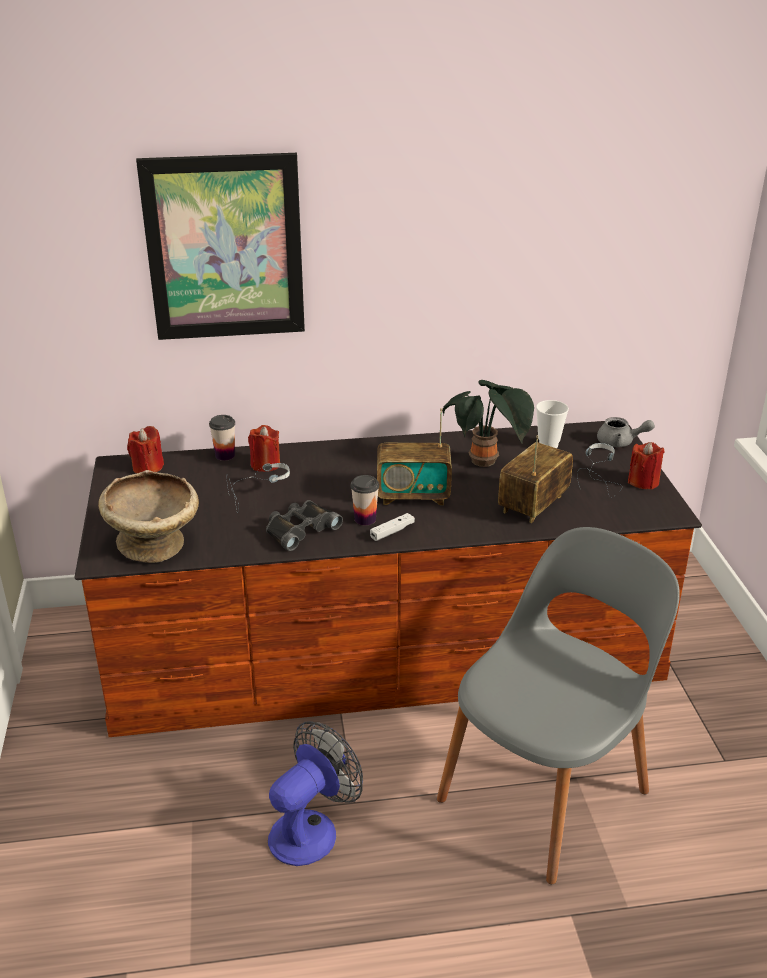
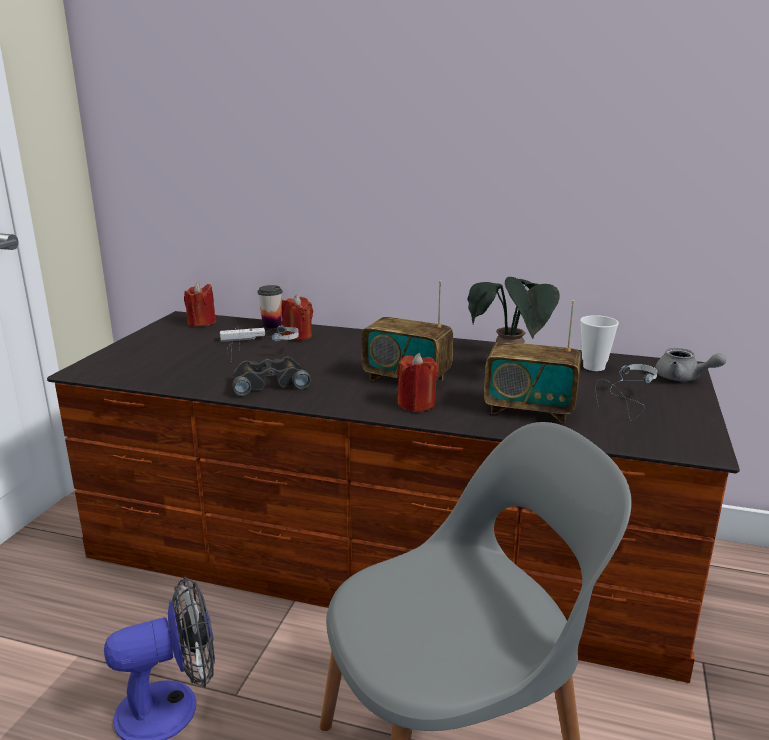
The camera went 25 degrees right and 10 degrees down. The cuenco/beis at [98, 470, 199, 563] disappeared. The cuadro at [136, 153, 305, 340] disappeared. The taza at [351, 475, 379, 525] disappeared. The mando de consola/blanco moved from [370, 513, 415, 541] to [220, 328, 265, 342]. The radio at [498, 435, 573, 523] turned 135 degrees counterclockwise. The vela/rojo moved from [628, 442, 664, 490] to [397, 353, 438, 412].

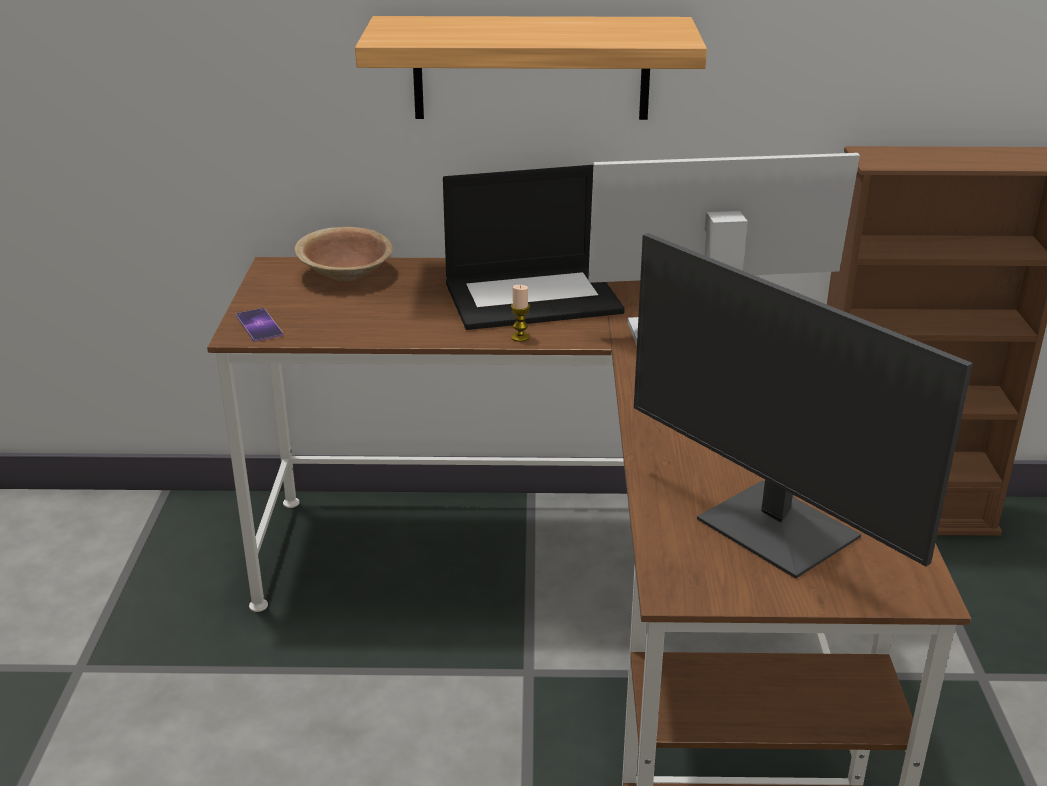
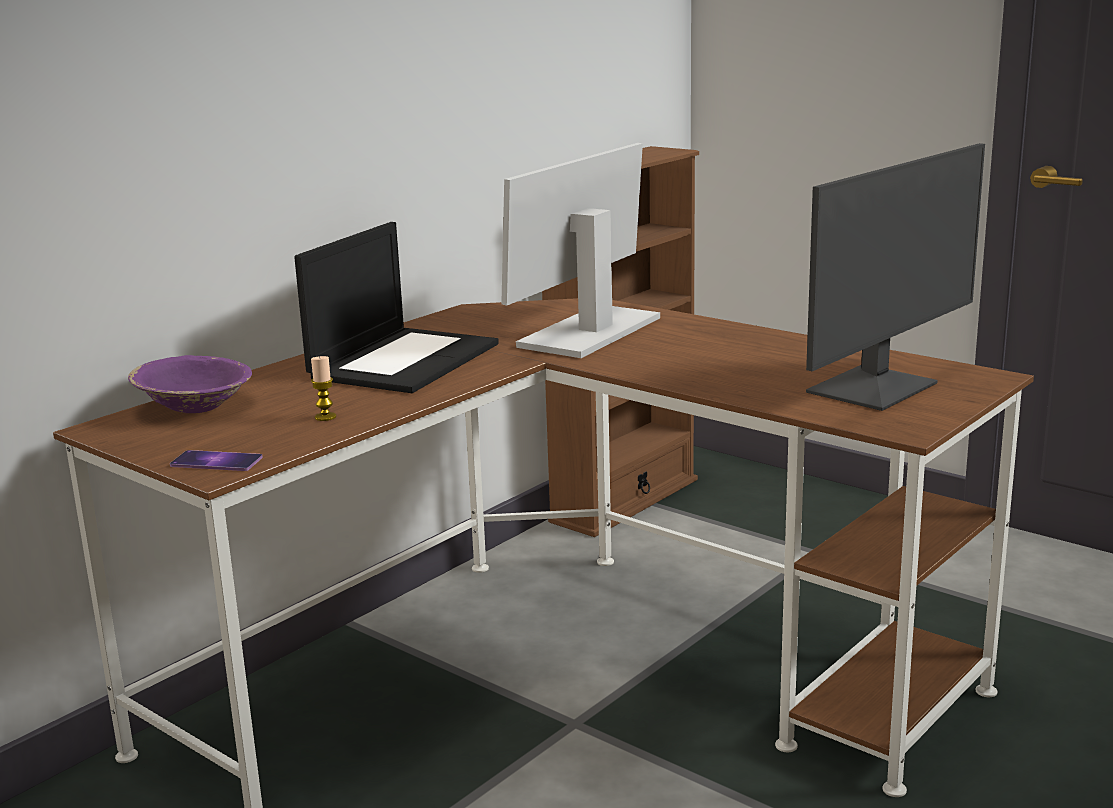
The camera went 50 degrees left and 10 degrees down. The cuenco/marrón at [294, 227, 393, 282] became the cuenco/morado at [128, 355, 252, 413]. The estante at [355, 16, 707, 120] disappeared. The vela moved from [511, 285, 530, 342] to [311, 356, 336, 421]. The monitor at [634, 233, 973, 579] turned 45 degrees counterclockwise.

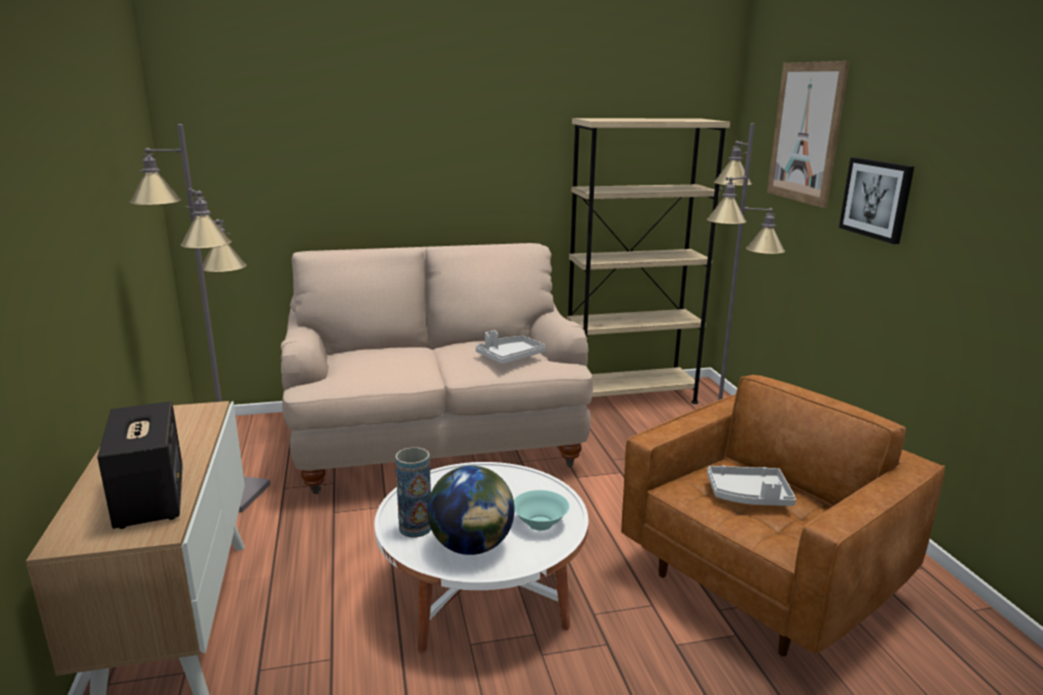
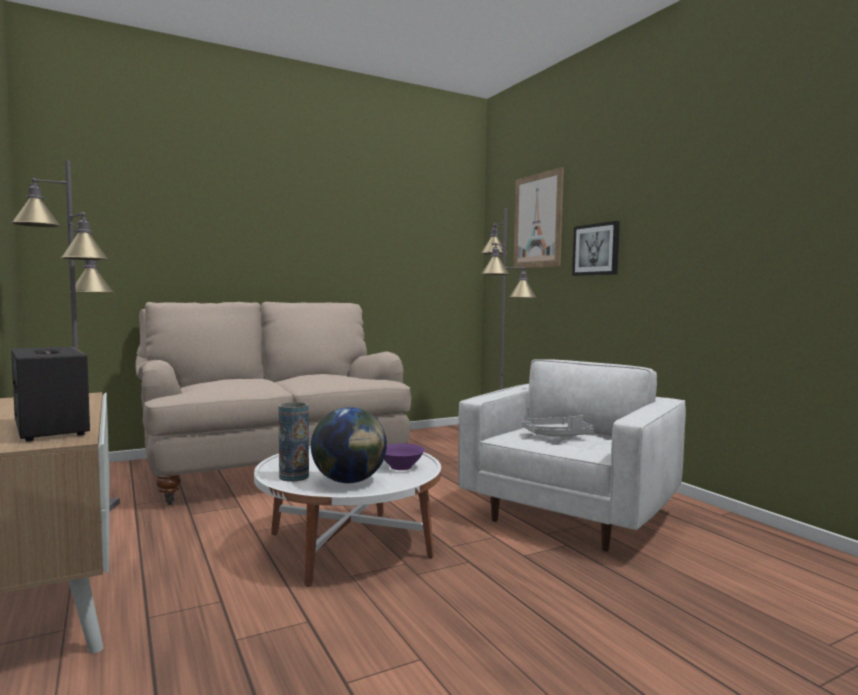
The camera went 15 degrees left and 15 degrees down. The bandeja/gris at [476, 330, 546, 364] disappeared. The cuenco/turquesa at [514, 490, 569, 531] became the cuenco/morado at [384, 443, 425, 470]. The estantería/beis at [567, 118, 730, 404] disappeared. The sillón/marrón at [621, 375, 945, 657] became the sillón/blanco at [458, 359, 686, 552].

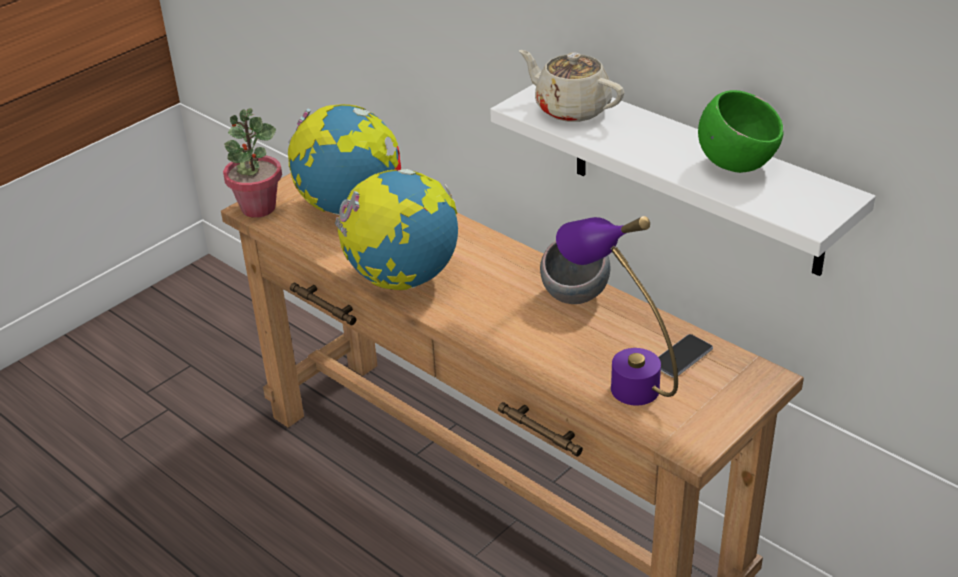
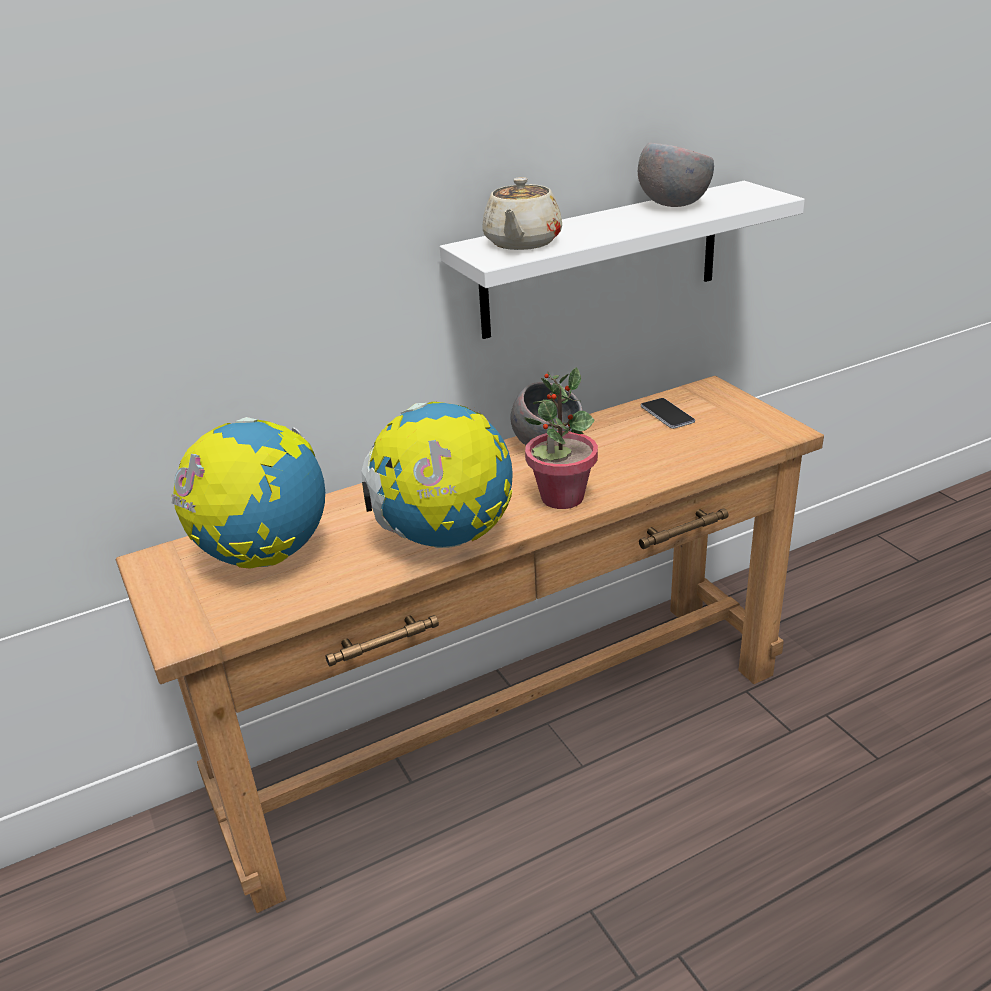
The camera went 70 degrees left and 5 degrees down. The planta en maceta moved from [223, 108, 282, 218] to [524, 368, 598, 509]. The tetera/beis at [519, 50, 624, 122] turned 45 degrees counterclockwise. The lámpara de mesa/morado at [556, 216, 678, 406] disappeared. The cuenco/verde at [698, 90, 783, 173] became the cuenco/gris at [638, 143, 714, 207].

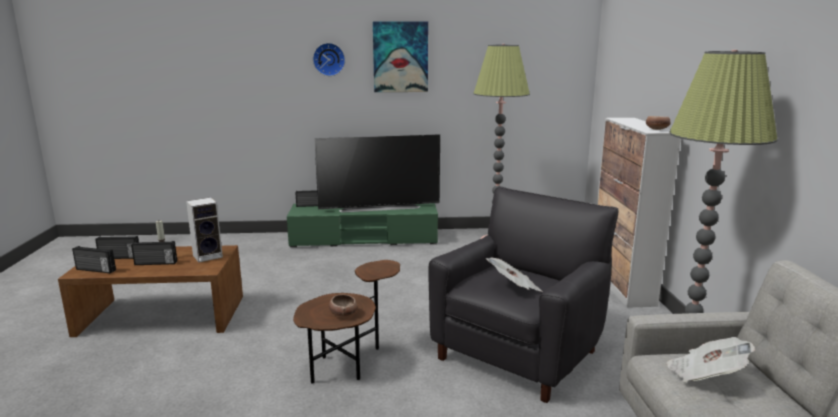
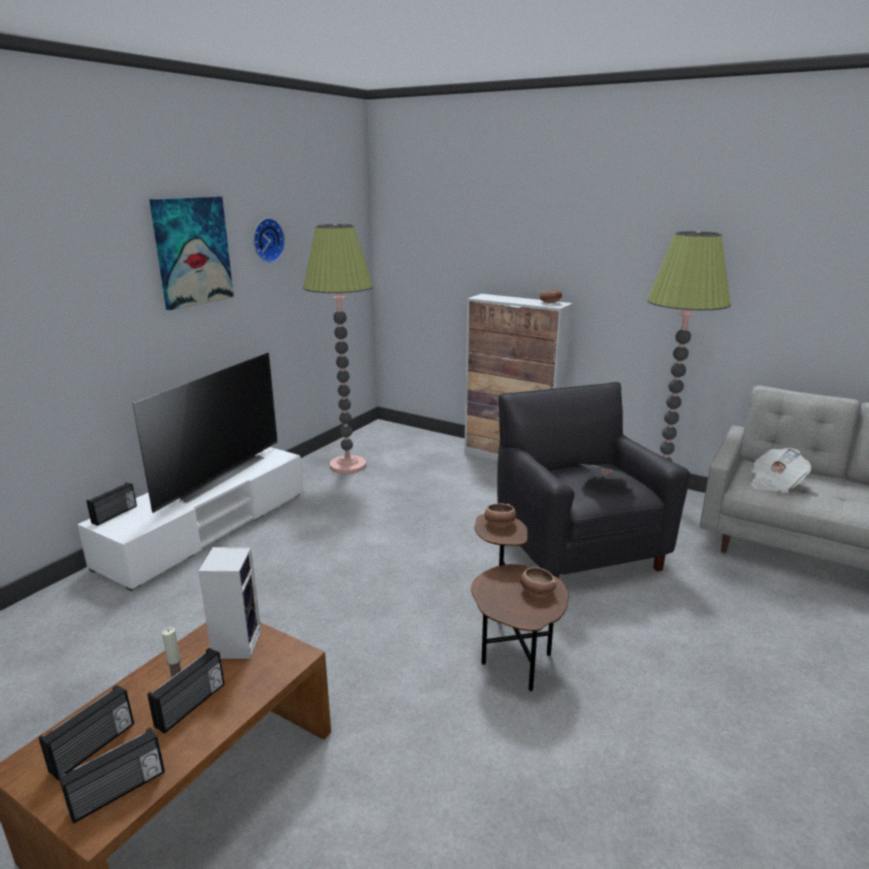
The camera went 55 degrees left and 5 degrees up. The mueble de televisión/verde at [287, 203, 438, 247] became the mueble de televisión/blanco at [77, 447, 303, 591]. The reloj de pared moved from [313, 43, 345, 76] to [253, 218, 285, 263]. The cuenco at [485, 503, 516, 526] appeared.

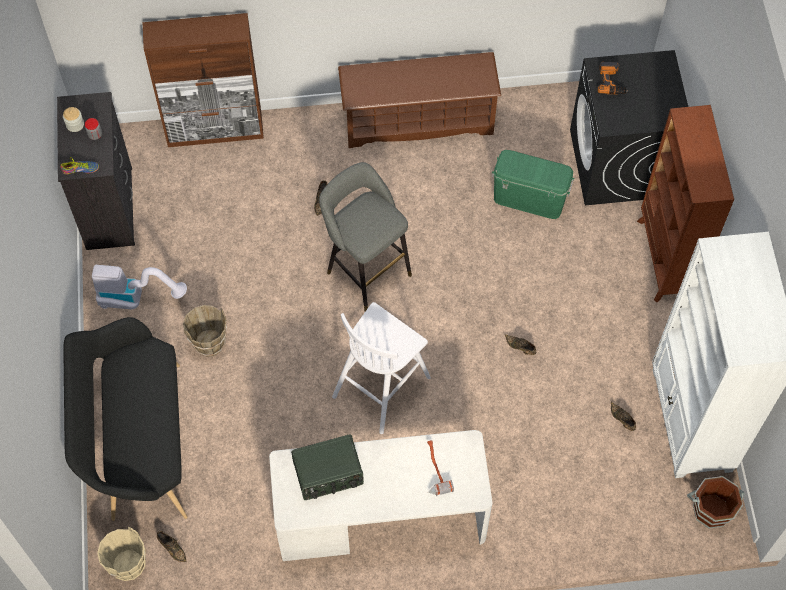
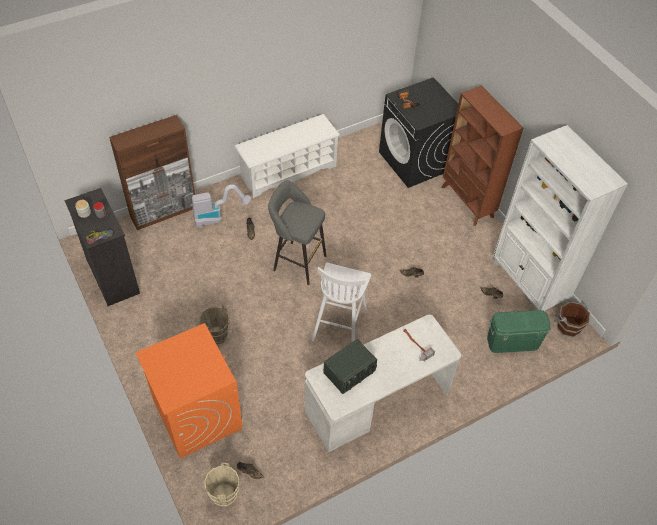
The camera went 25 degrees left and 10 degrees down. The banco/negro at [63, 317, 188, 521] was replaced by the lavadora/naranja at [135, 323, 243, 458]. The aspiradora moved from [92, 265, 187, 309] to [192, 184, 251, 228]. The zapatero/marrón at [338, 52, 501, 148] became the zapatero/blanco at [235, 114, 340, 198]. The caja de almacenaje/verde moved from [492, 150, 575, 219] to [487, 310, 551, 353].

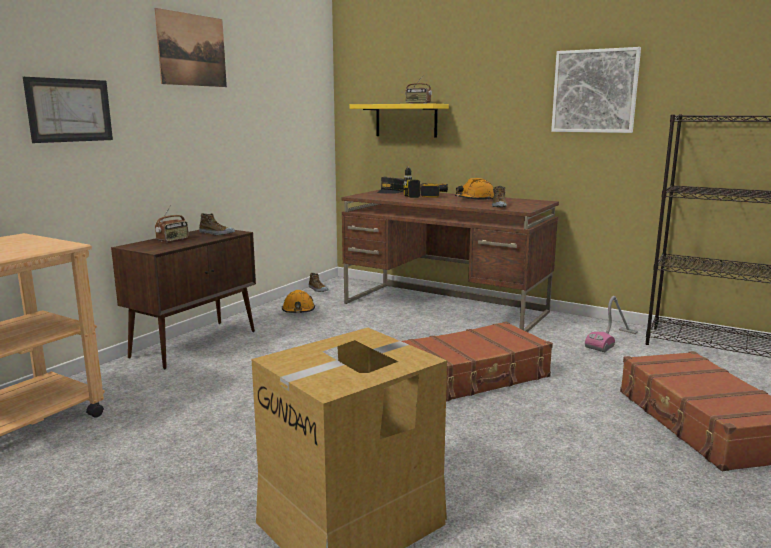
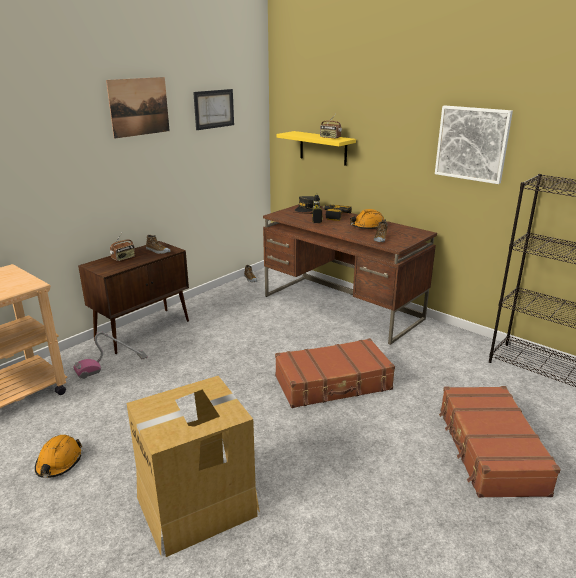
The camera went 10 degrees right and 10 degrees up. The cuadro moved from [23, 77, 113, 143] to [193, 89, 234, 130]. The casco/naranja moved from [282, 290, 315, 313] to [35, 435, 82, 478]. The aspiradora moved from [585, 296, 638, 353] to [73, 331, 148, 379].

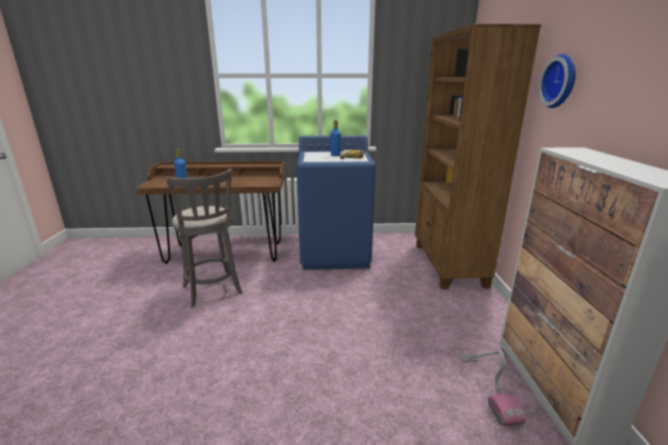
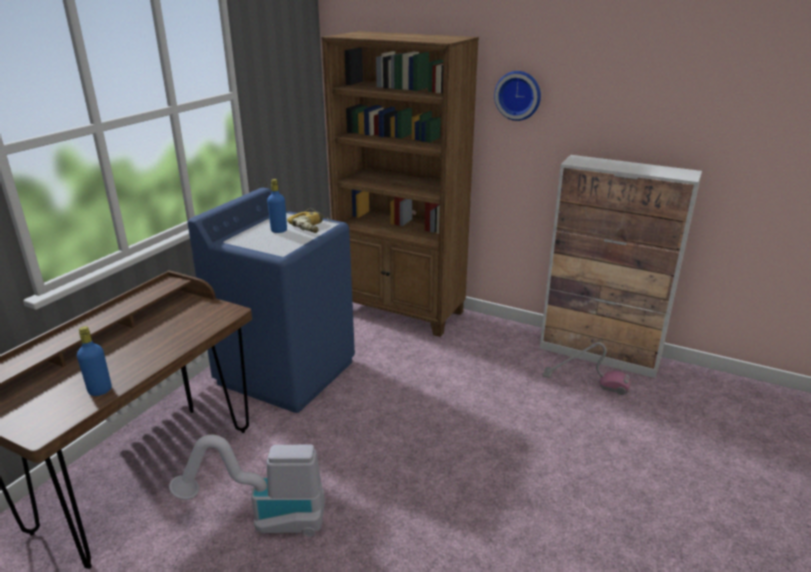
The camera went 60 degrees left and 5 degrees up. The taburete/gris at [166, 168, 242, 308] was replaced by the aspiradora at [169, 435, 325, 537].

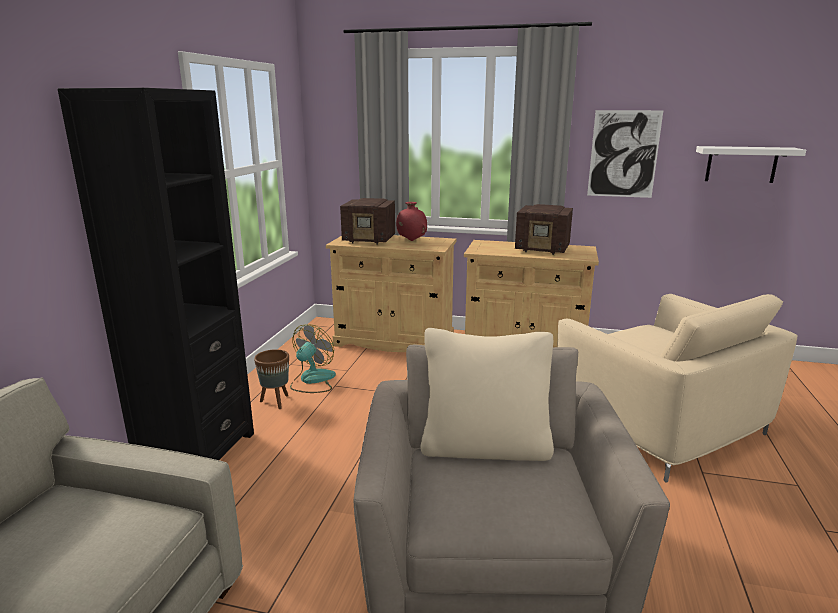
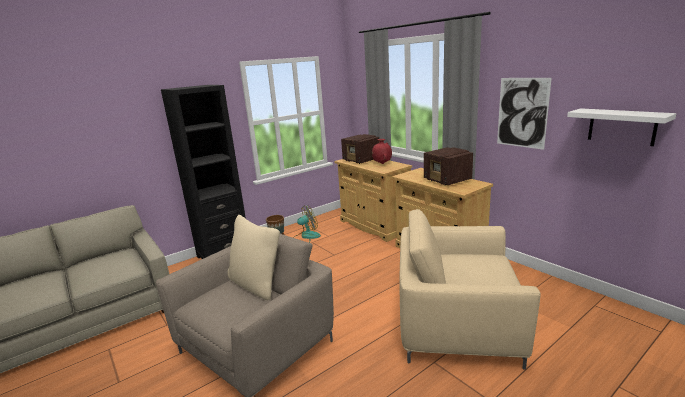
The camera went 40 degrees right and 0 degrees up. The sillón/beis at [557, 294, 797, 483] turned 90 degrees clockwise.

